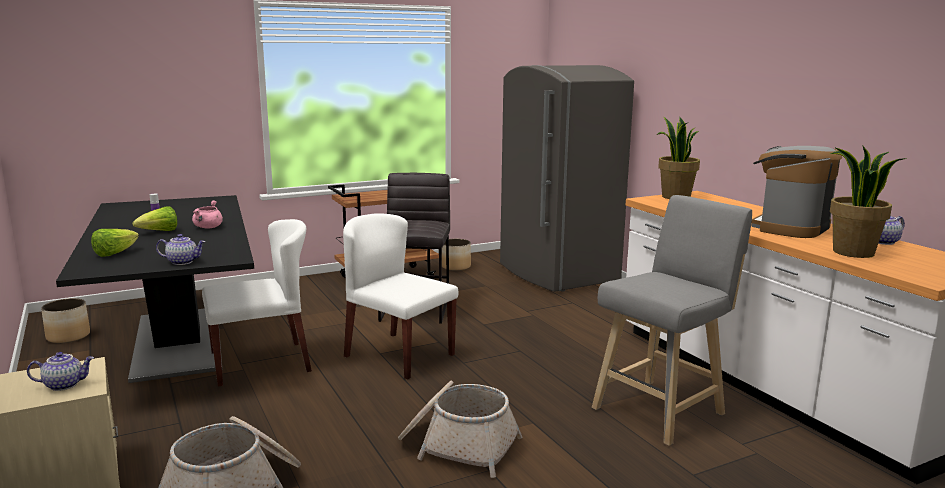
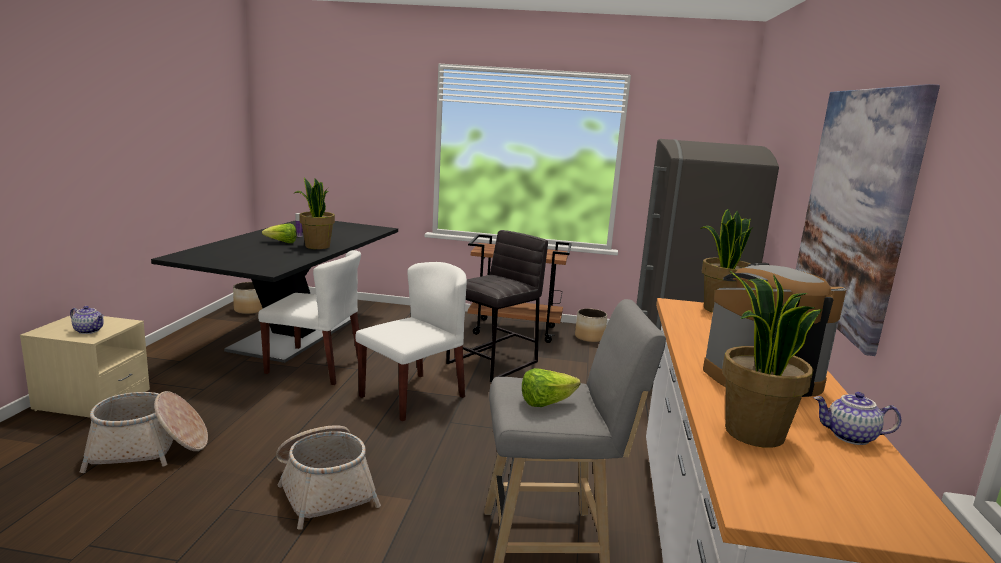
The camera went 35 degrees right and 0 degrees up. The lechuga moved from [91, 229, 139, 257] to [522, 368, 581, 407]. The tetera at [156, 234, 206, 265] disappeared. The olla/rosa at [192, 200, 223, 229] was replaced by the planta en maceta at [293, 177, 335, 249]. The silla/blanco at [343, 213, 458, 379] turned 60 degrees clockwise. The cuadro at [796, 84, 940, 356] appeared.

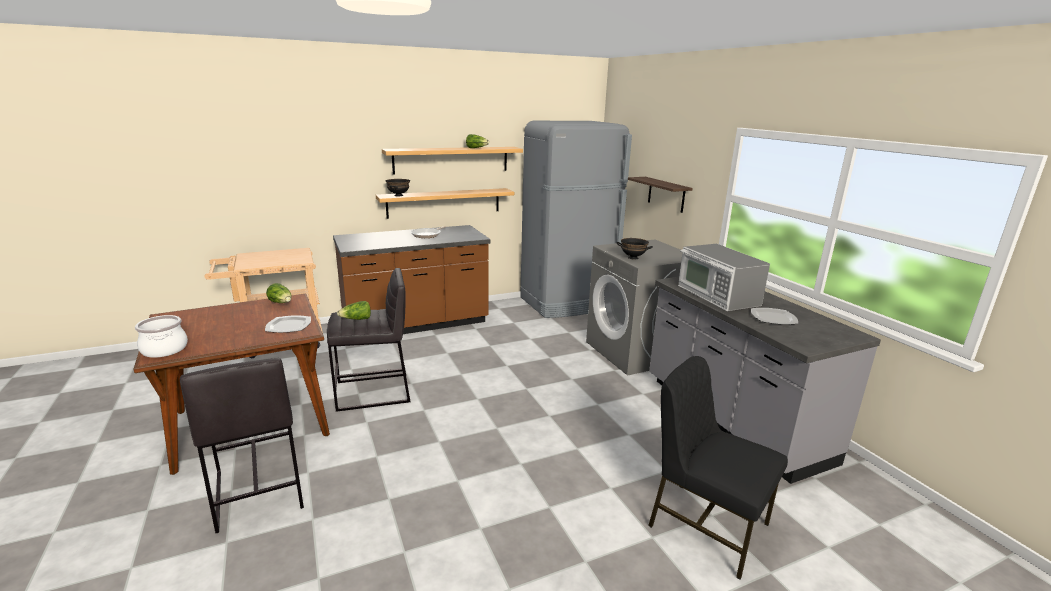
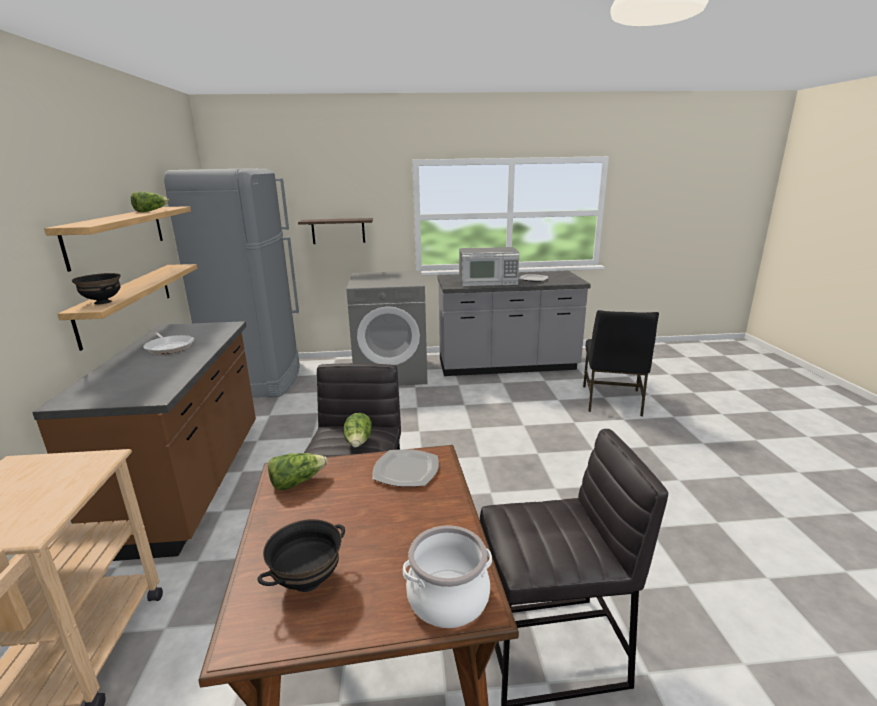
The camera went 70 degrees left and 0 degrees up. The cuenco/negro moved from [617, 238, 653, 259] to [258, 519, 345, 592]. The silla/negro at [648, 356, 788, 579] turned 45 degrees counterclockwise.

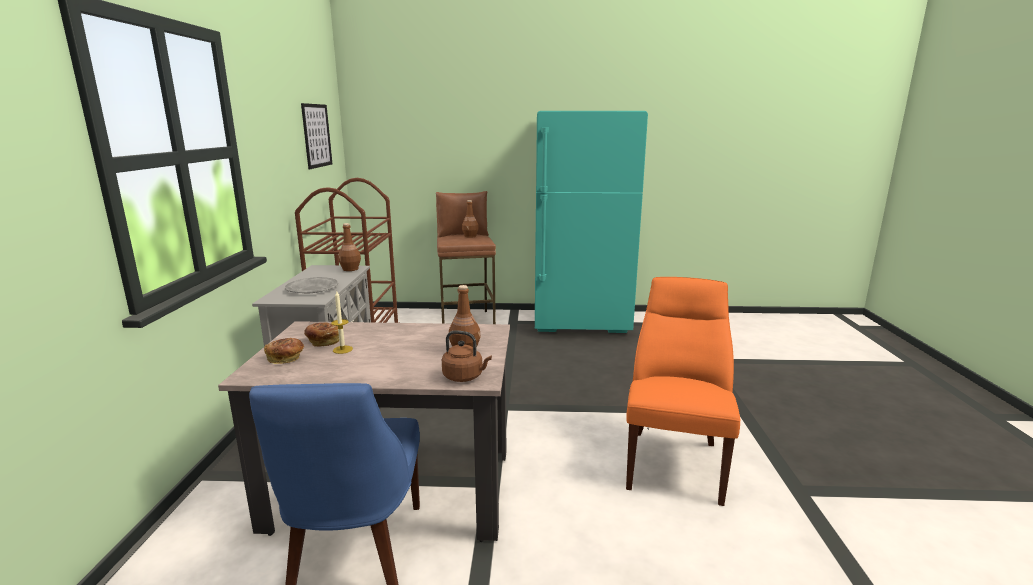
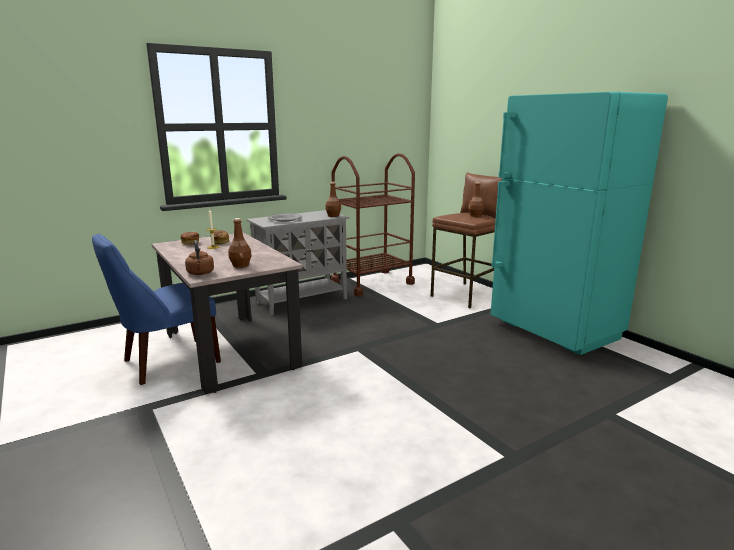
The camera went 55 degrees right and 0 degrees up. The cuadro at [301, 103, 332, 169] disappeared. The silla/naranja at [626, 277, 741, 506] disappeared.

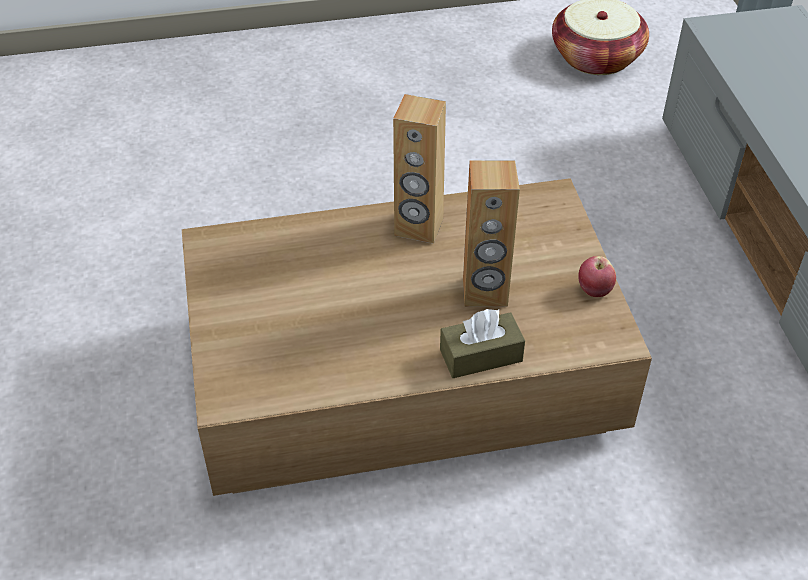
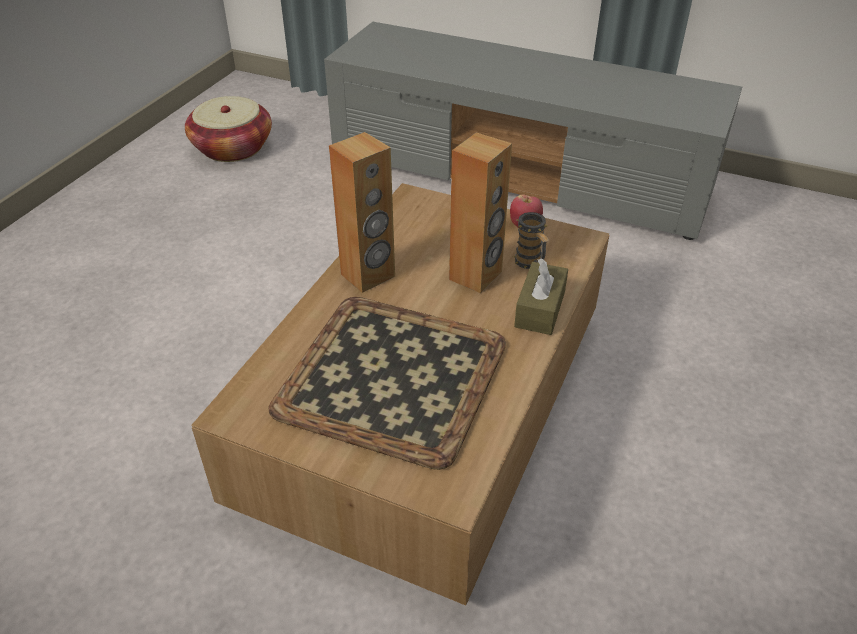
The camera went 55 degrees left and 5 degrees down. The bandeja at [269, 297, 506, 470] appeared. The taza grande at [513, 212, 549, 269] appeared.

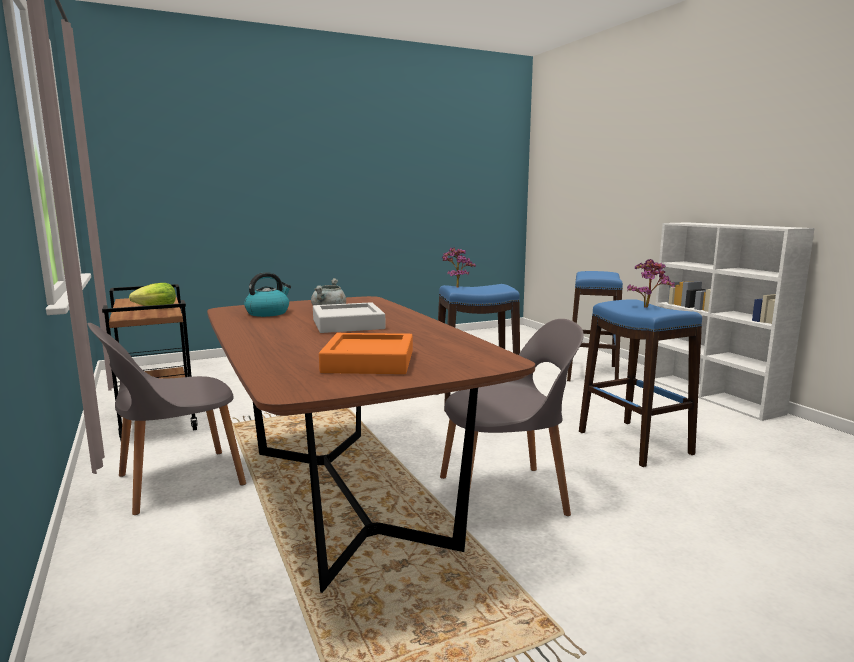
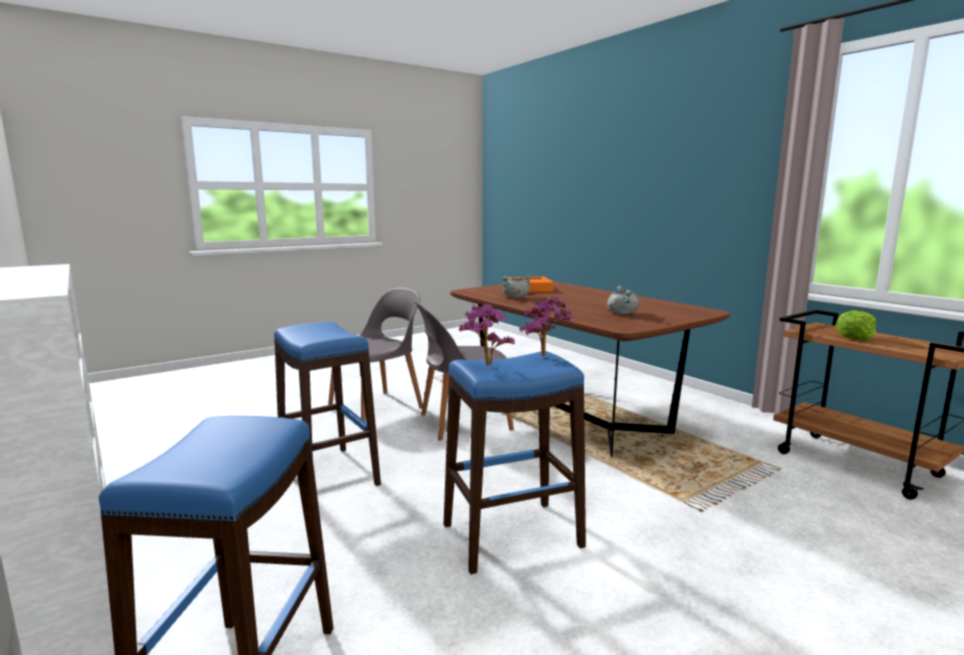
The camera went 170 degrees right and 0 degrees up. The silla/gris moved from [87, 323, 246, 515] to [328, 288, 423, 422]. The hervidor at [244, 272, 291, 317] disappeared. The bandeja/gris at [313, 302, 386, 333] disappeared. The planta en maceta moved from [627, 259, 675, 308] to [459, 303, 515, 366]. The olla/gris at [502, 275, 532, 298] appeared.

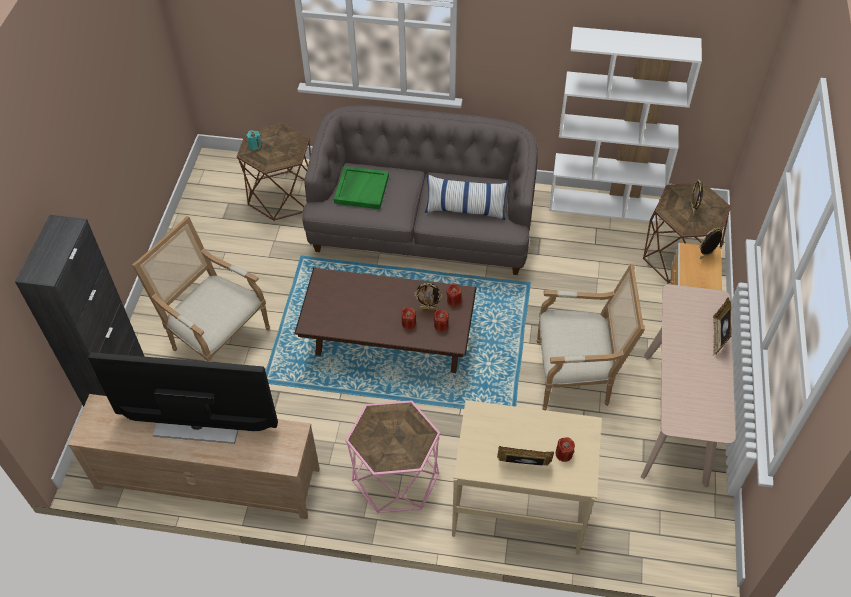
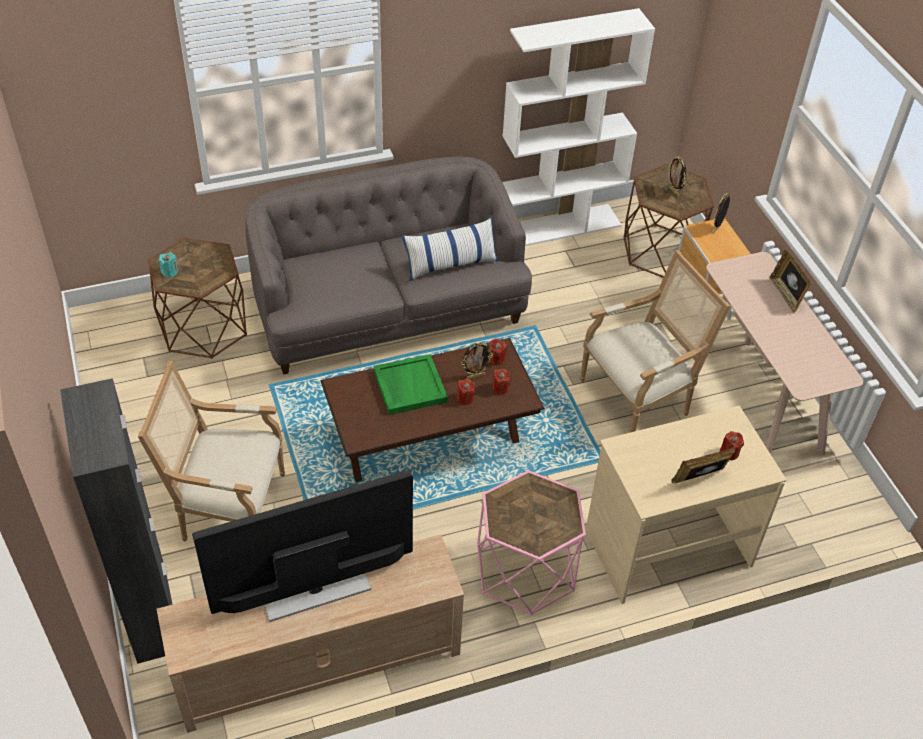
The camera went 30 degrees left and 5 degrees down. The bandeja/verde moved from [334, 166, 389, 209] to [373, 354, 448, 415].

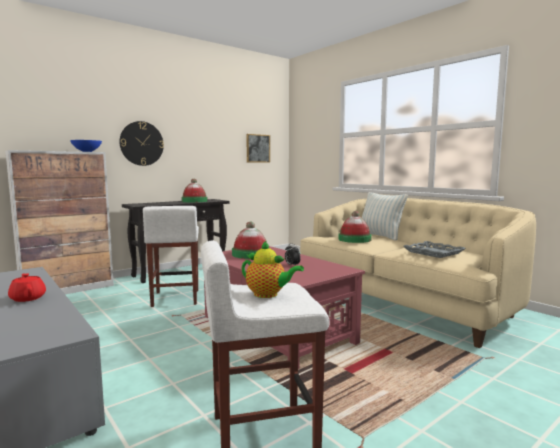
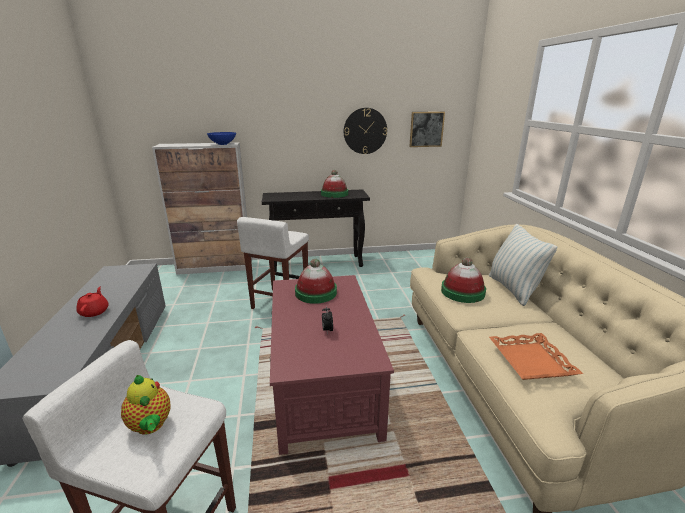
The camera went 30 degrees right and 15 degrees up. The reloj de pared moved from [119, 121, 164, 166] to [344, 108, 387, 154]. The bandeja/gris at [403, 241, 466, 258] became the bandeja/naranja at [489, 333, 583, 380].

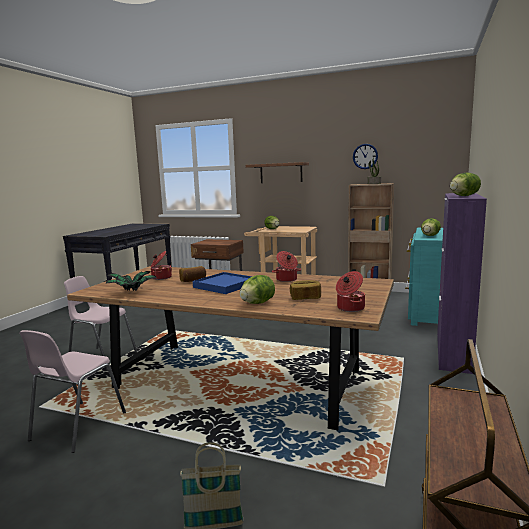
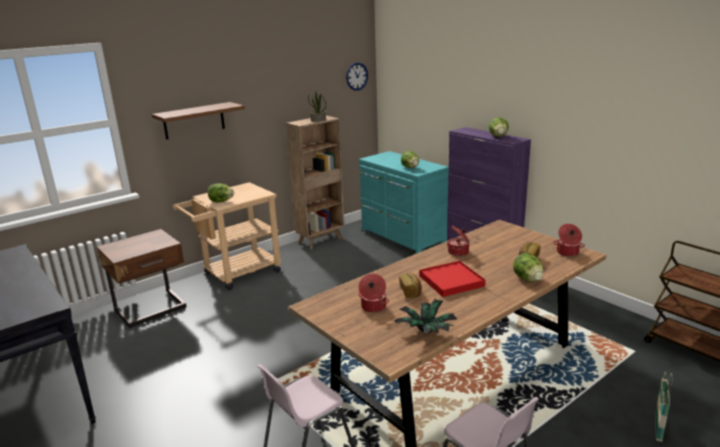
The camera went 60 degrees left and 10 degrees up. The bandeja/azul at [193, 272, 252, 294] became the bandeja/rojo at [419, 261, 486, 297]. The reloj de pared moved from [353, 144, 378, 169] to [346, 62, 368, 91].

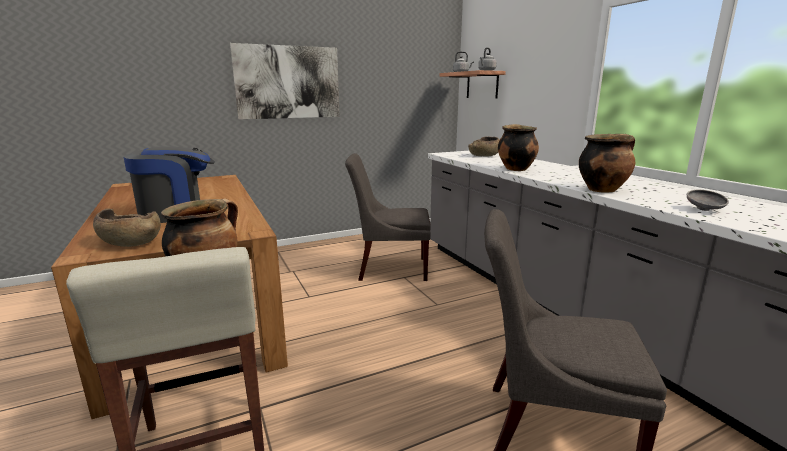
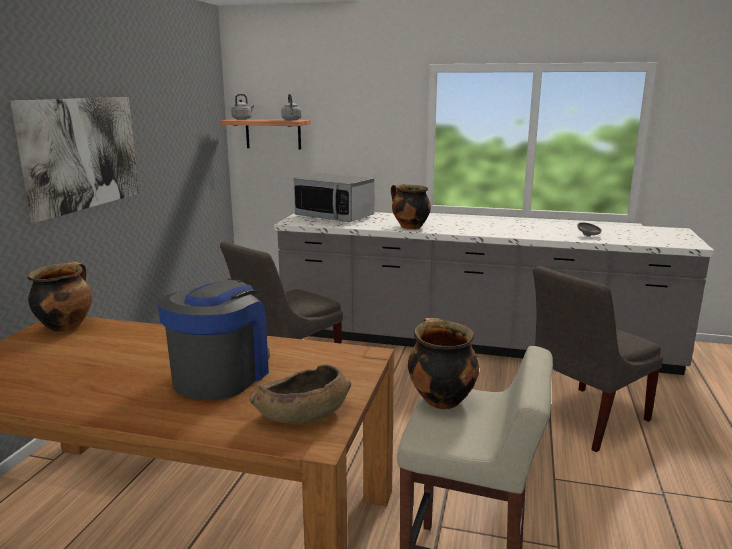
The camera went 50 degrees left and 0 degrees up. The cuenco/marrón at [468, 136, 500, 157] was replaced by the microondas at [294, 173, 374, 222]. The olla moved from [579, 134, 635, 193] to [27, 261, 92, 333].

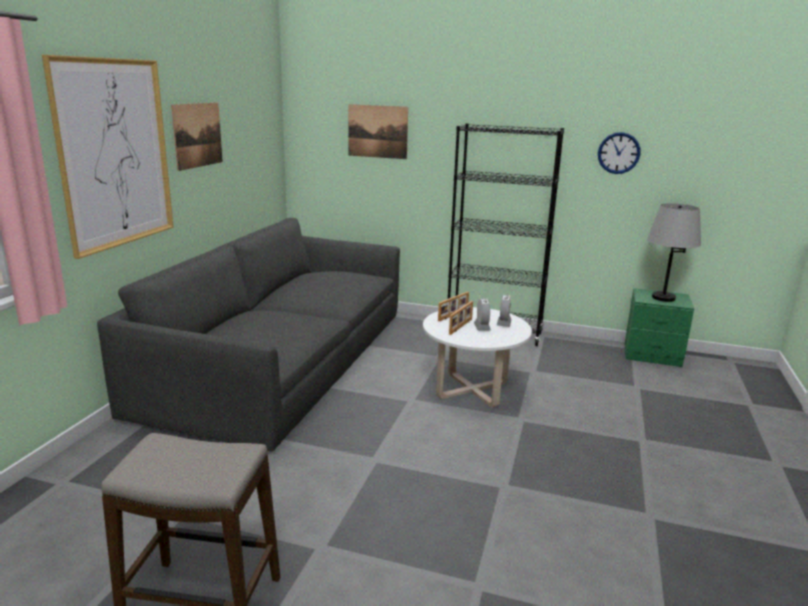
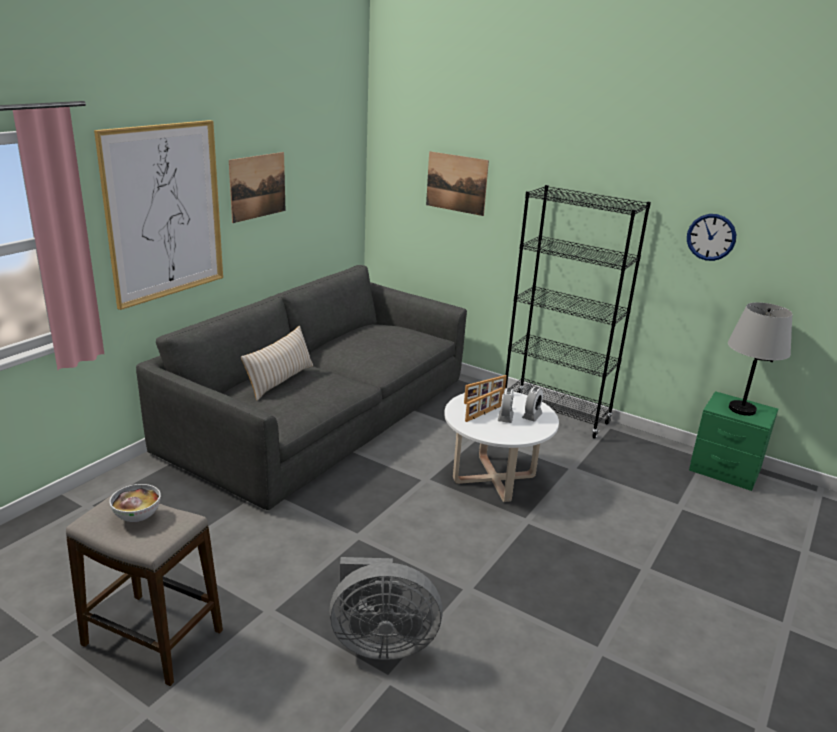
The camera went 15 degrees right and 5 degrees up. The cuenco at [109, 484, 161, 522] appeared. The cojín/beis at [241, 326, 313, 401] appeared. The ventilador/gris at [329, 557, 443, 660] appeared.

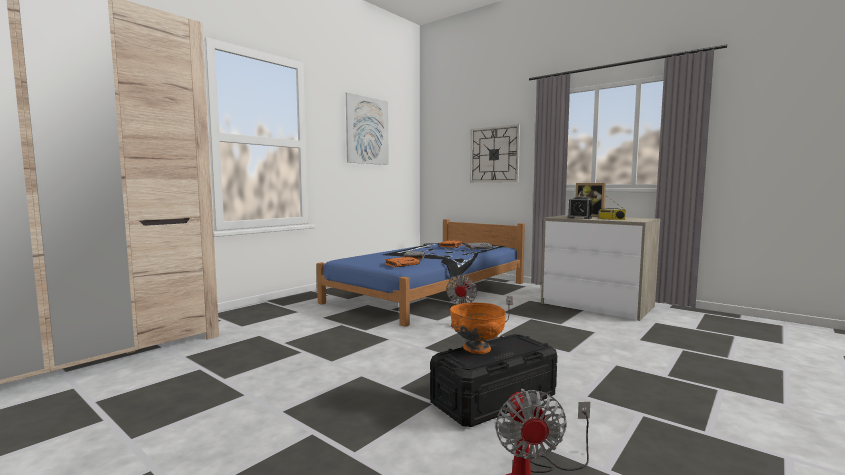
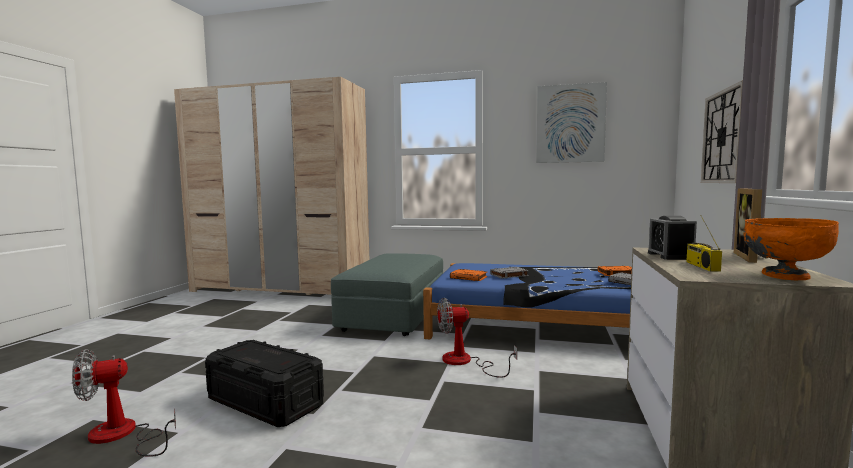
The camera went 65 degrees right and 0 degrees up. The cuenco/naranja moved from [450, 302, 506, 354] to [743, 218, 839, 280]. The puf/gris at [331, 253, 443, 336] appeared.

